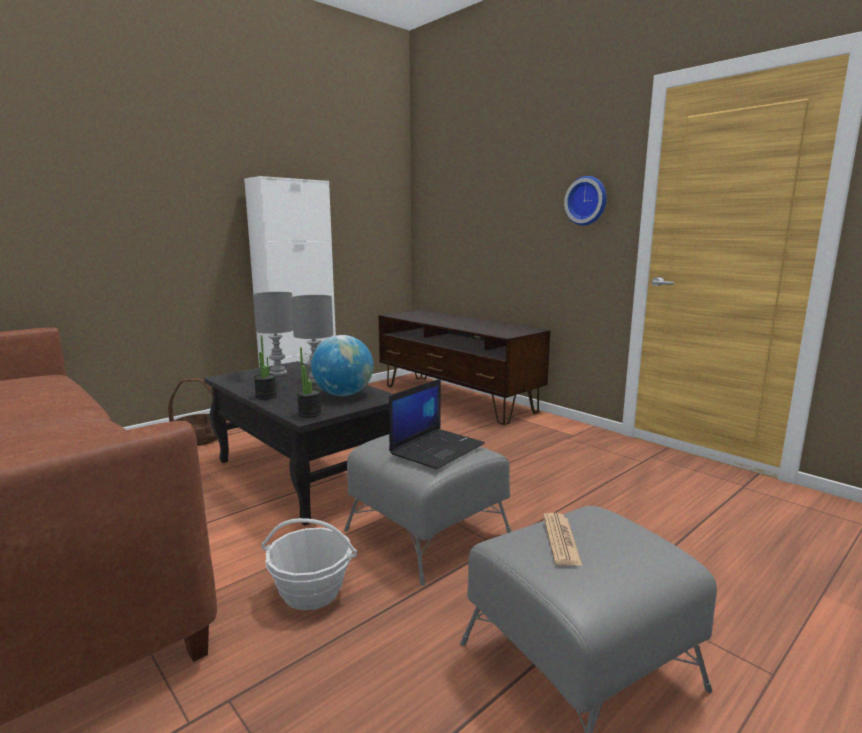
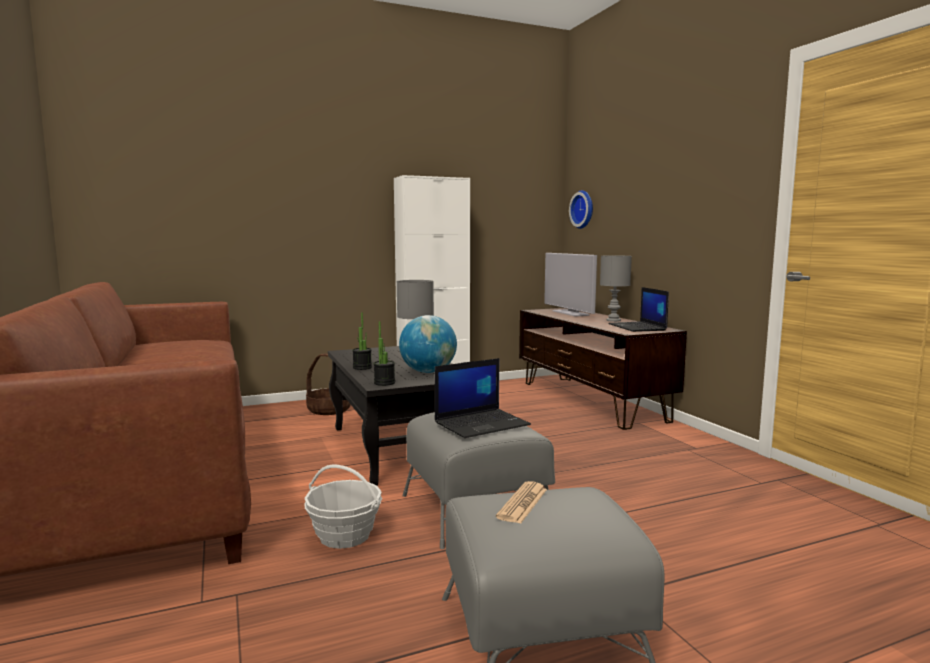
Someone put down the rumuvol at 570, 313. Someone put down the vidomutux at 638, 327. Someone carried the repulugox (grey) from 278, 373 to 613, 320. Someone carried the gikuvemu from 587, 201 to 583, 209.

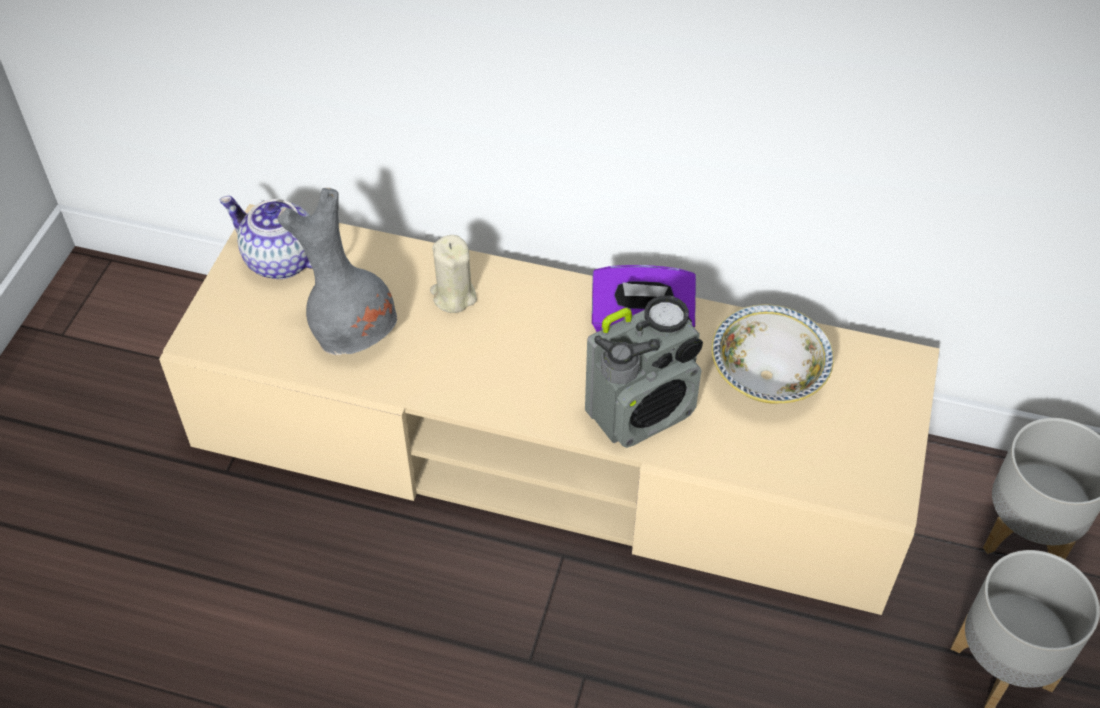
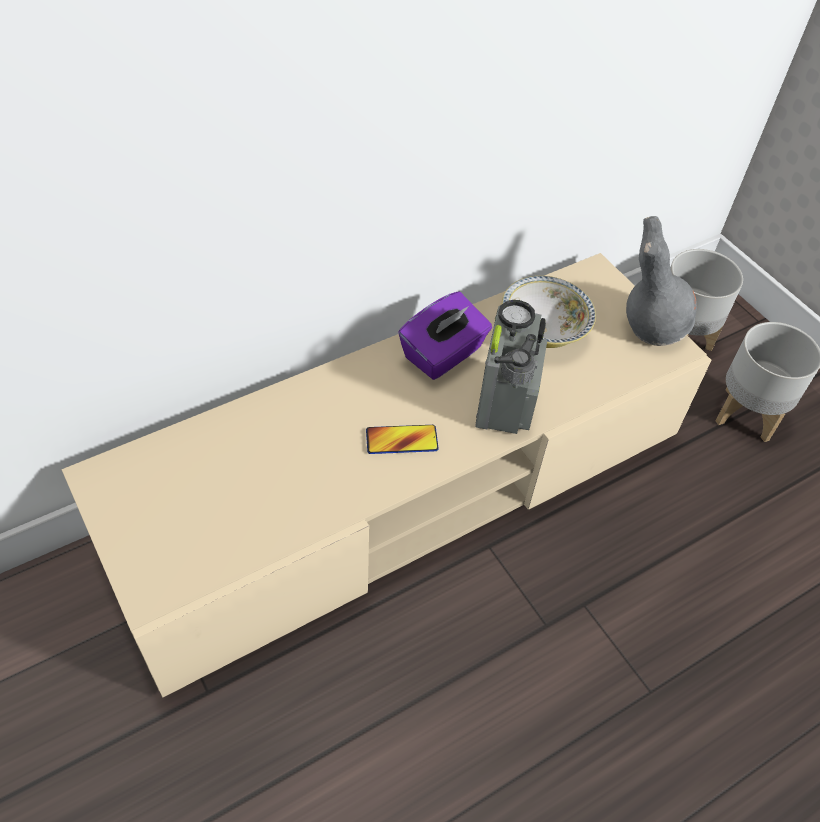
Someone took away the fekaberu at 281, 260. Someone took away the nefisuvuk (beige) at 453, 296. Someone put down the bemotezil at 401, 440. Someone carried the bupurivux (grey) from 353, 331 to 650, 327.

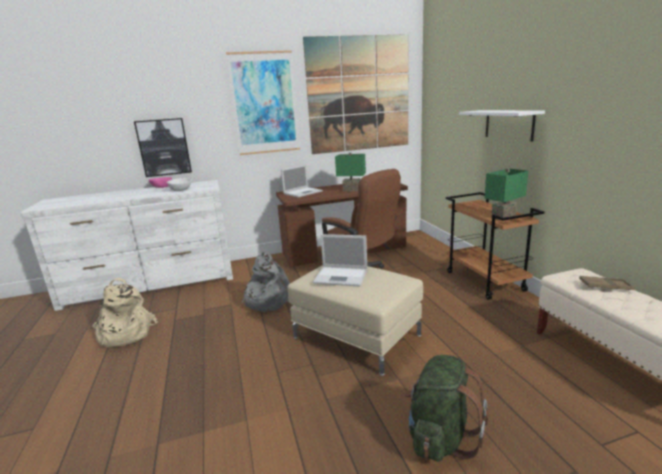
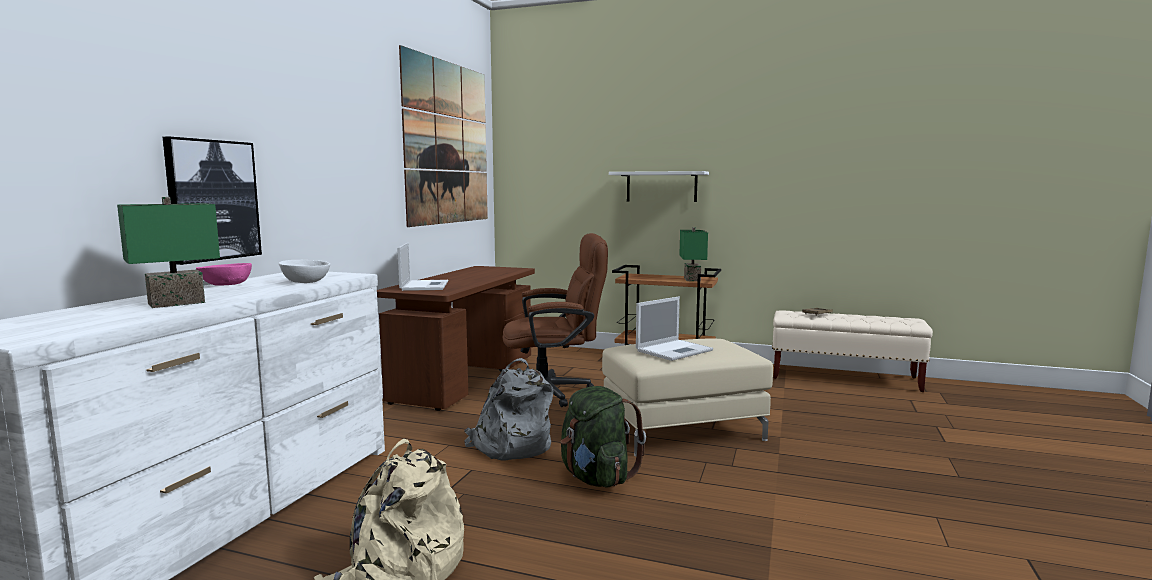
Someone took away the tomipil at 264, 103. Someone carried the repulugox (green) from 352, 190 to 177, 303. Someone carried the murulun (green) from 440, 437 to 596, 478.

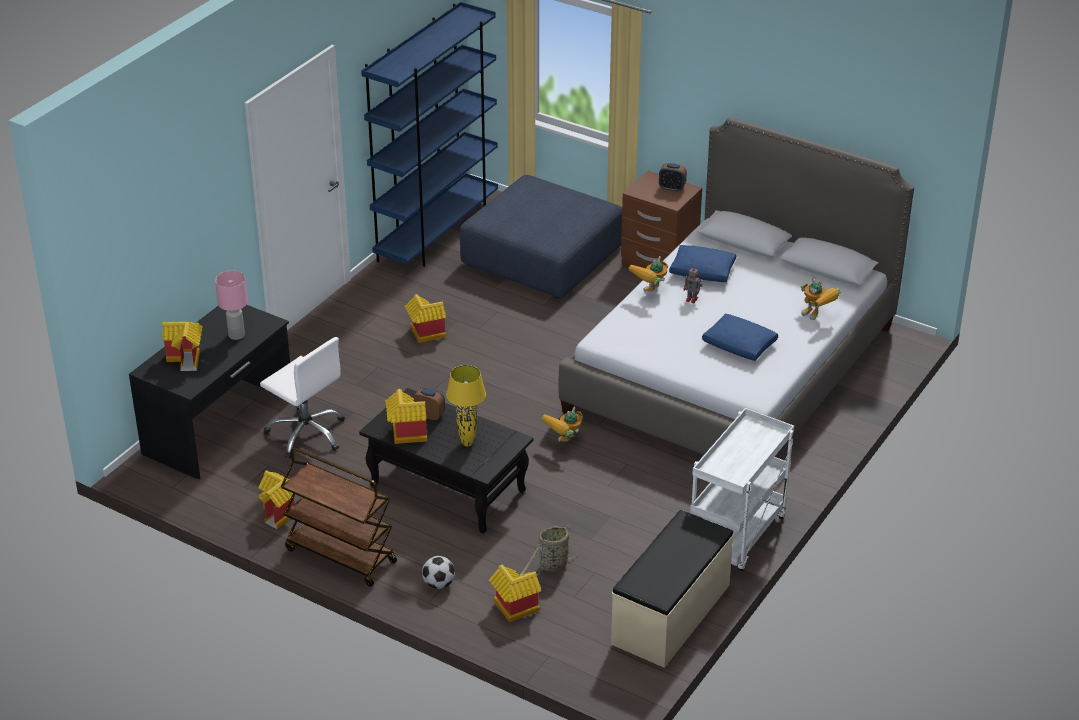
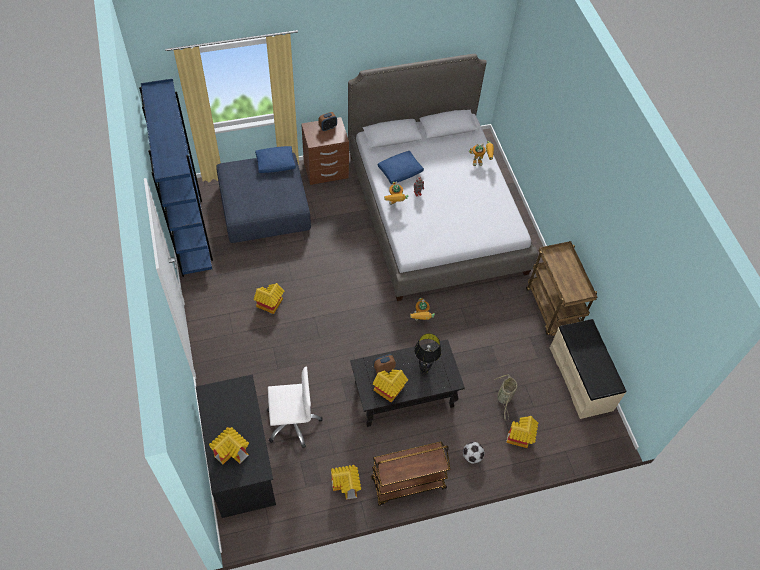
Someone took away the repulugox (pink) at 236, 335. Someone carried the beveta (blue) from 740, 345 to 276, 163. Someone repainted the repulugox (yellow) at 467, 443, which became the repulugox (black) at 424, 370. Someone repainted the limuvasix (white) at 737, 537, which became the limuvasix (brown) at 553, 310.

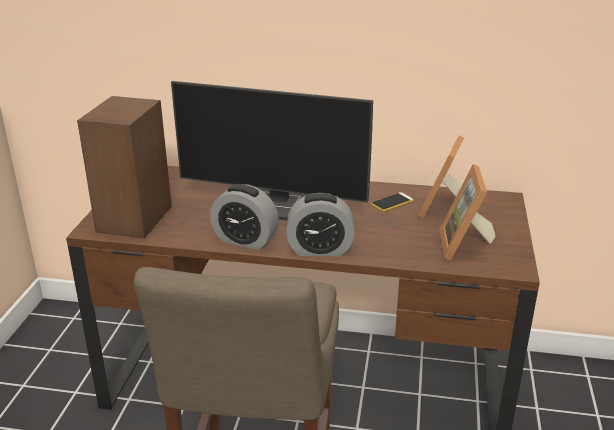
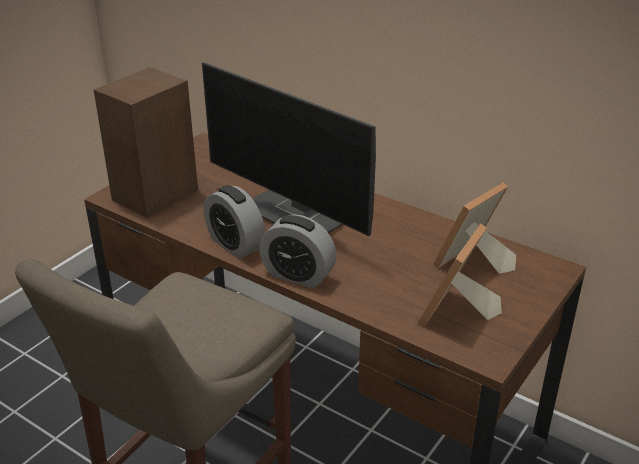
Someone took away the bemotezil at 392, 202.

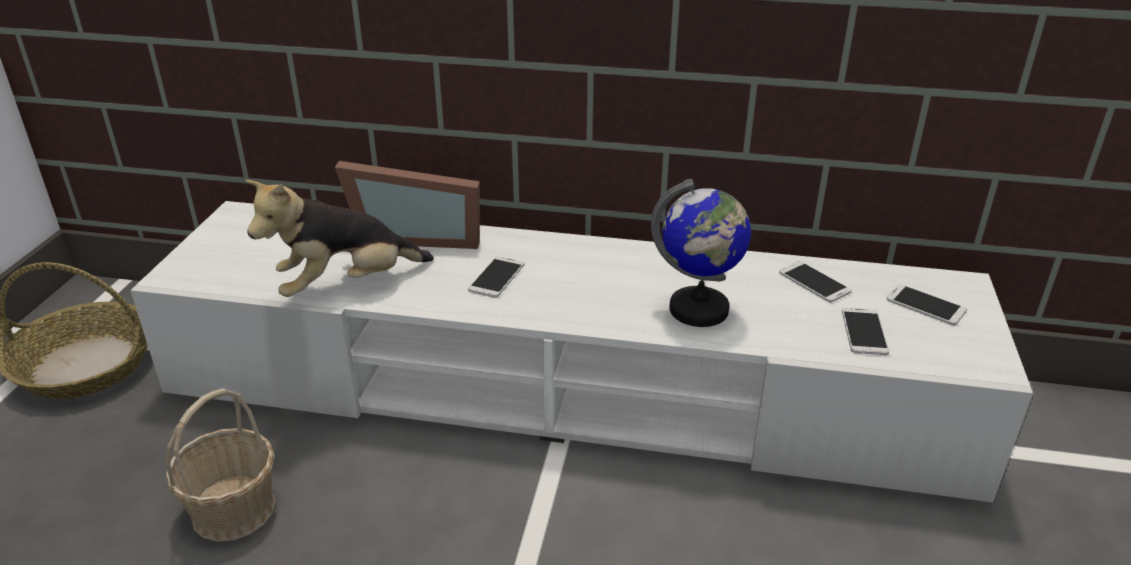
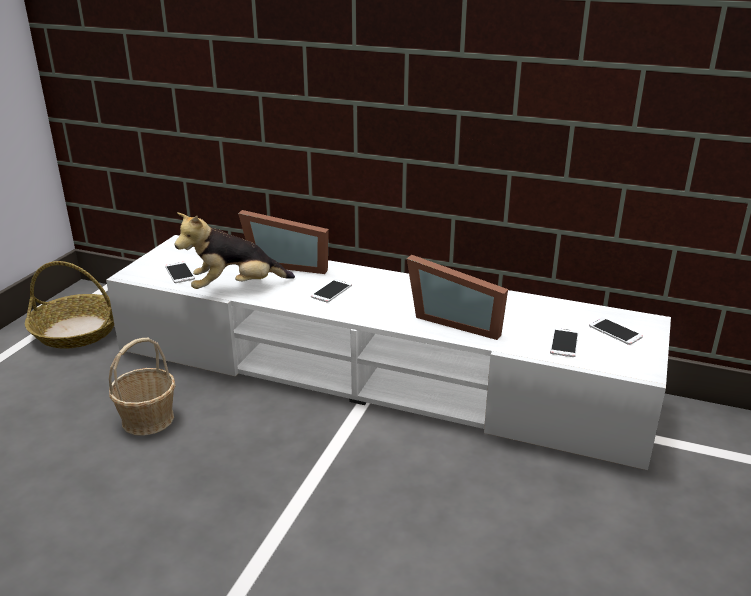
Someone carried the bemotezil from 814, 282 to 180, 273. Someone swapped the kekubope at 699, 310 for the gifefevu at 457, 320.

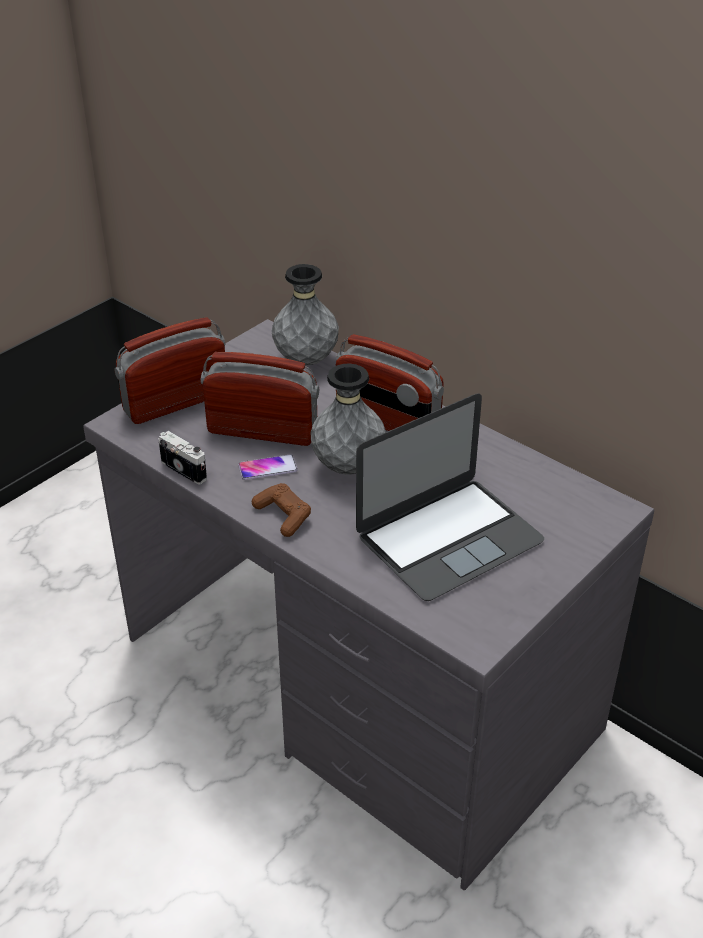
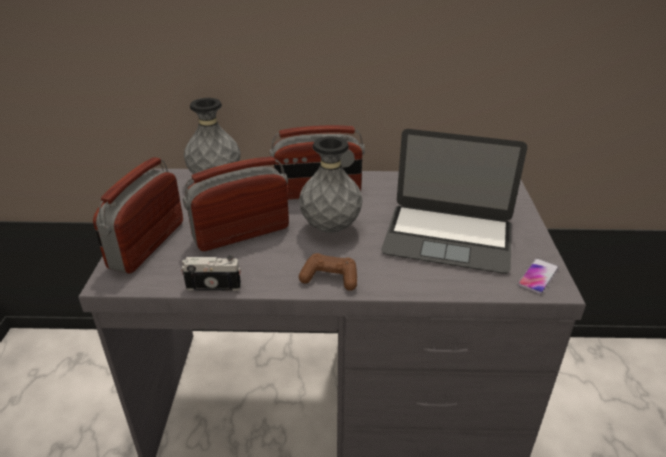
Someone carried the bemotezil from 268, 468 to 538, 276. Someone rotated the vidomutux at 449, 538 by 90 degrees clockwise.

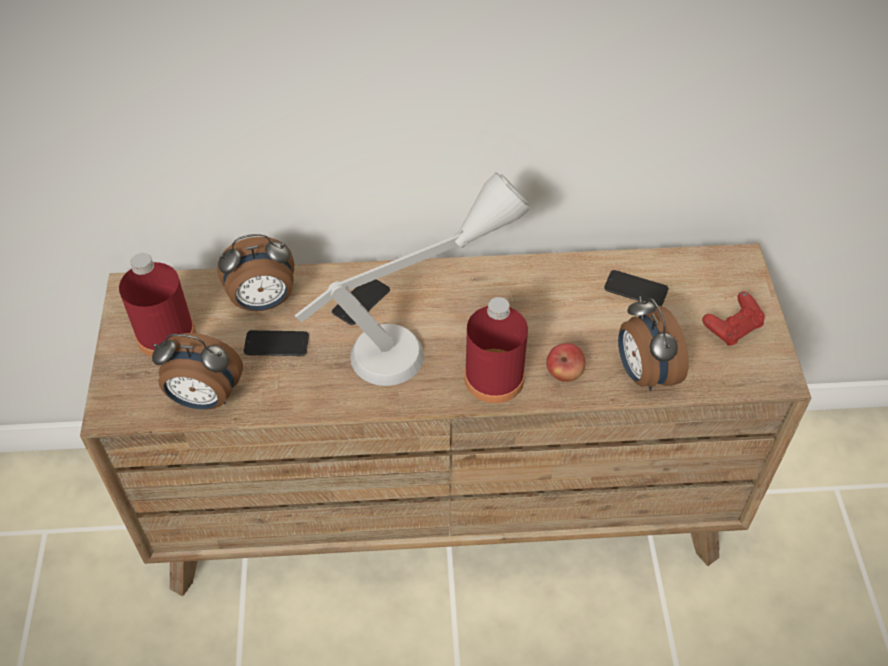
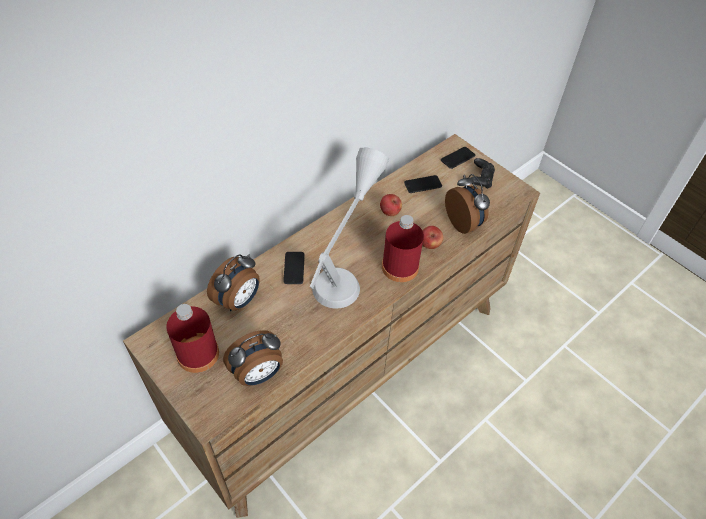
Someone put down the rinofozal at 390, 212. Someone carried the bemotezil from 276, 344 to 457, 158. Someone repainted the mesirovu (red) at 732, 328, which became the mesirovu (black) at 481, 179. Someone rotated the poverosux at 643, 373 by 150 degrees counterclockwise.

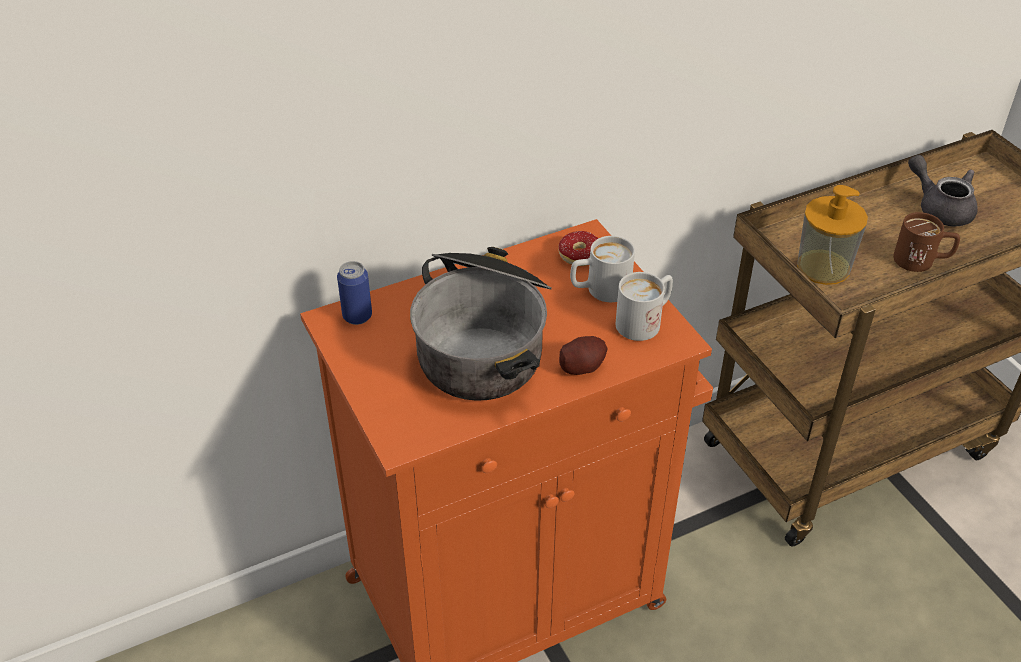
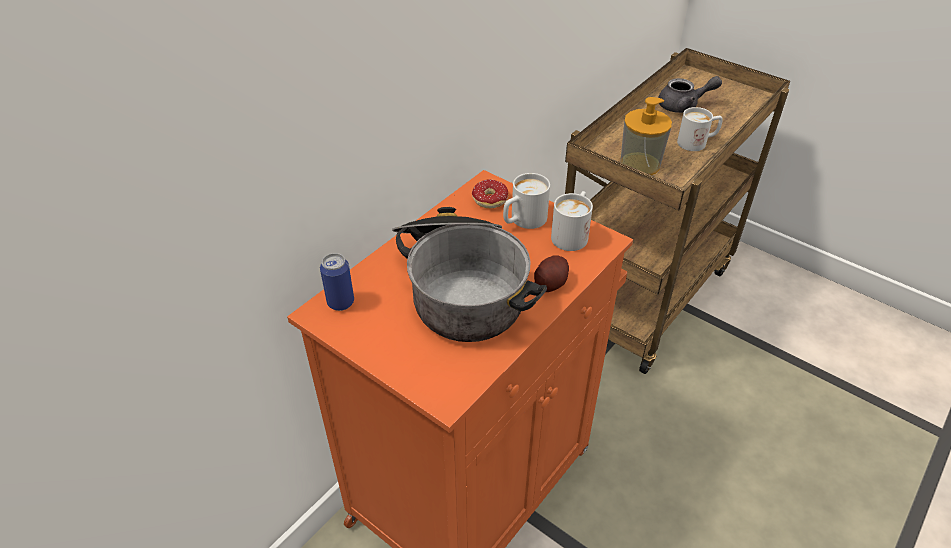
Someone repainted the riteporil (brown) at 922, 261, which became the riteporil (white) at 697, 142. Someone rotated the fekaberu (grey) at 940, 208 by 150 degrees clockwise.

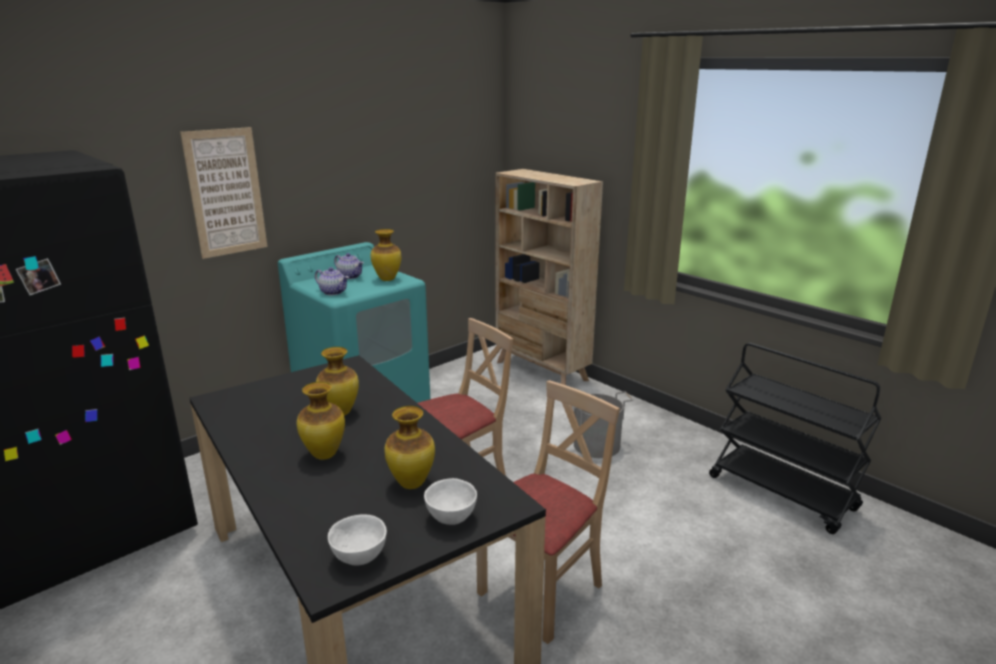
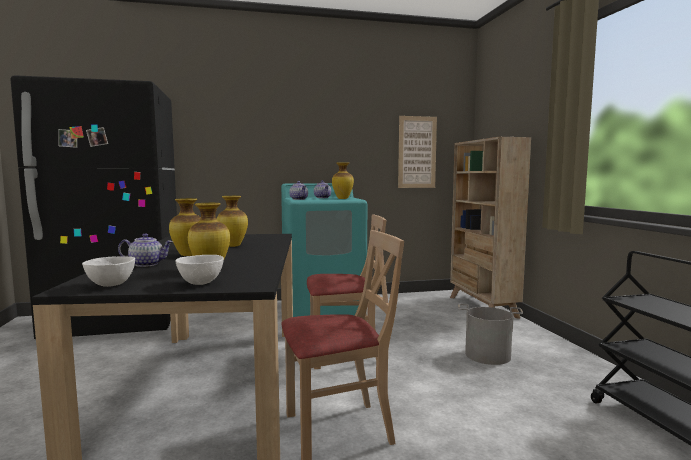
Someone put down the fekaberu at 147, 264. Someone carried the tomipil from 226, 192 to 417, 152.

